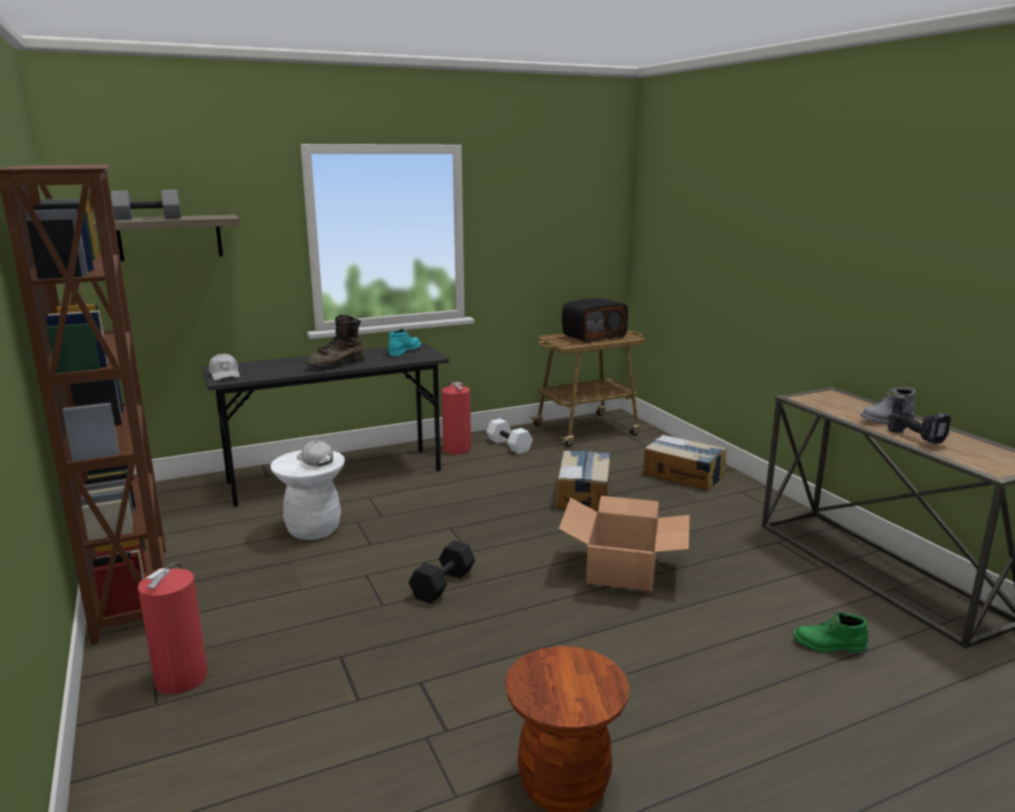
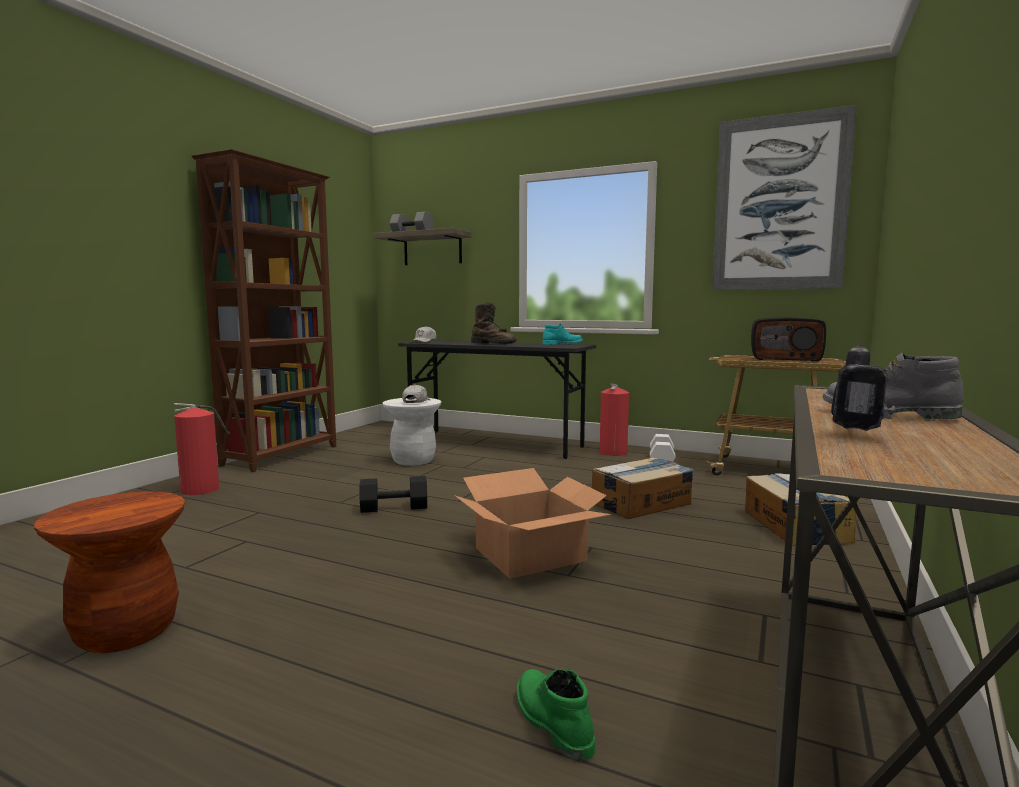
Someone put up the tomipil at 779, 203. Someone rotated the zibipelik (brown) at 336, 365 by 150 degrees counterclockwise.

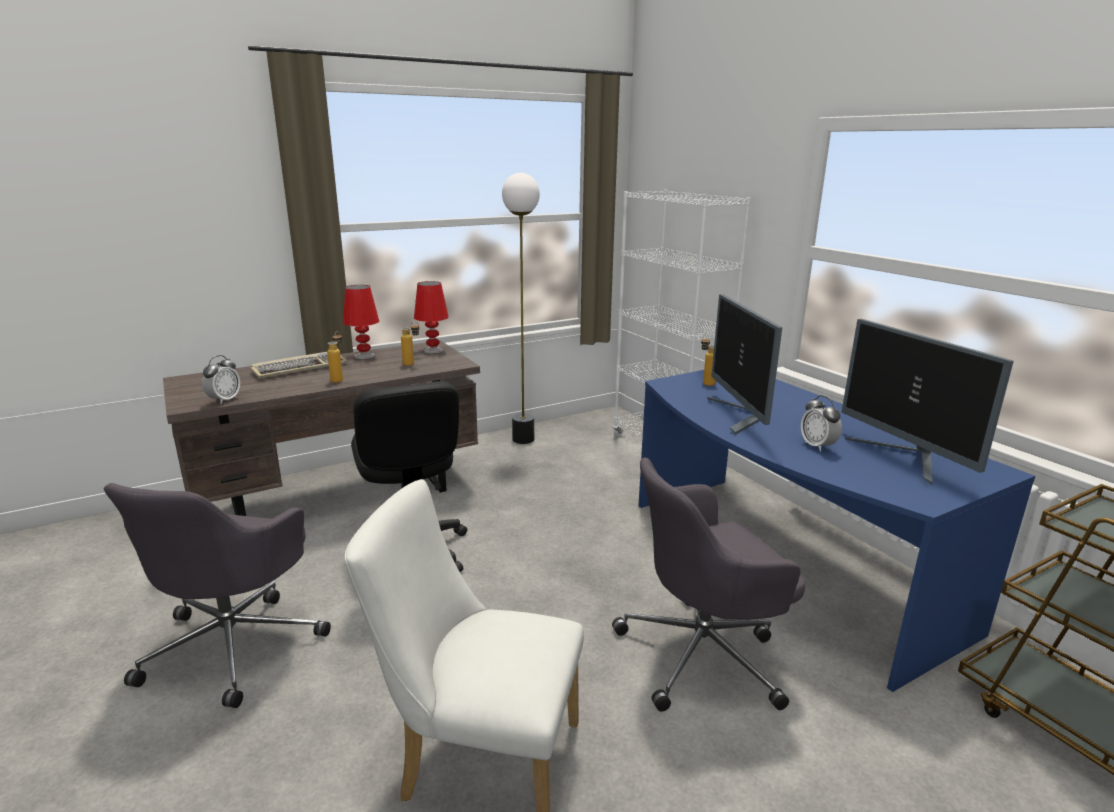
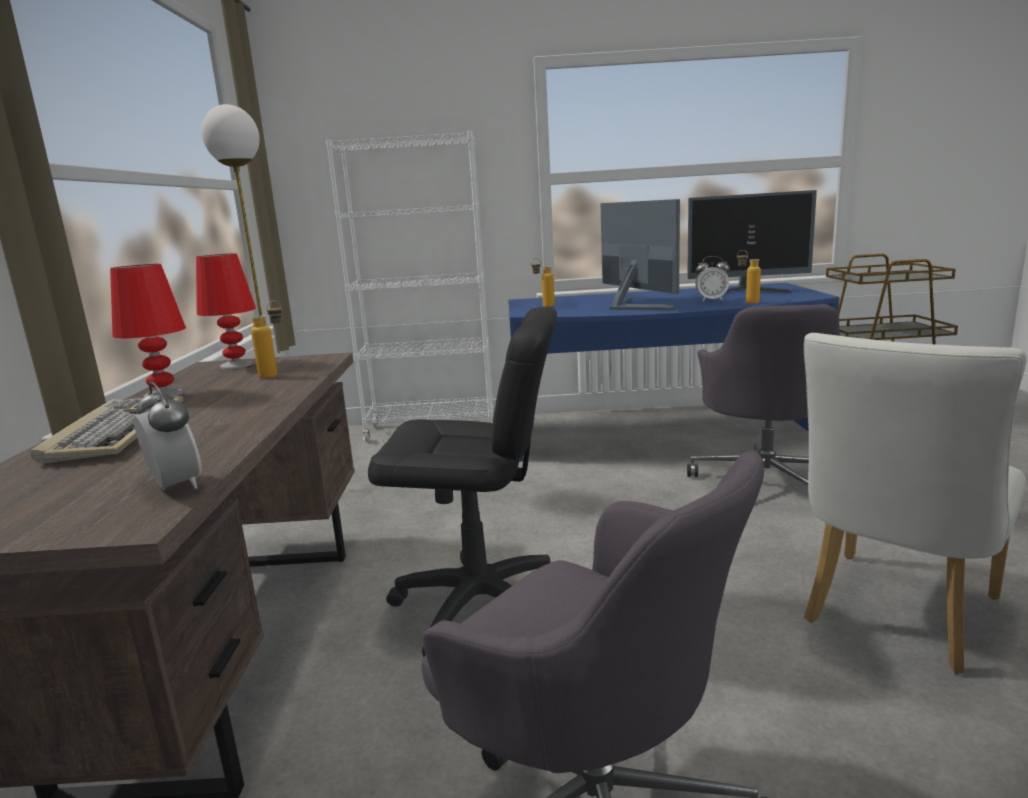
Someone carried the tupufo from 339, 379 to 747, 302. Someone rotated the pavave at 740, 416 by 135 degrees counterclockwise.

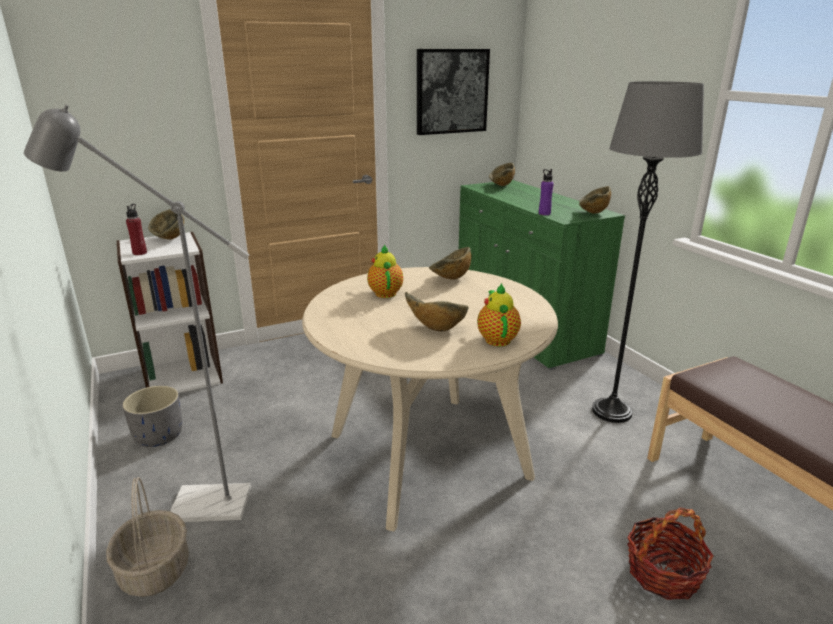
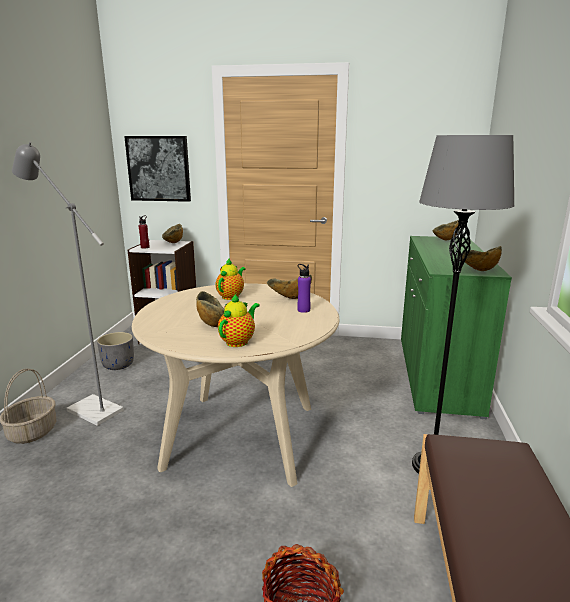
Someone carried the tomipil from 451, 91 to 159, 168. Someone carried the tupufo (purple) from 544, 213 to 303, 310.

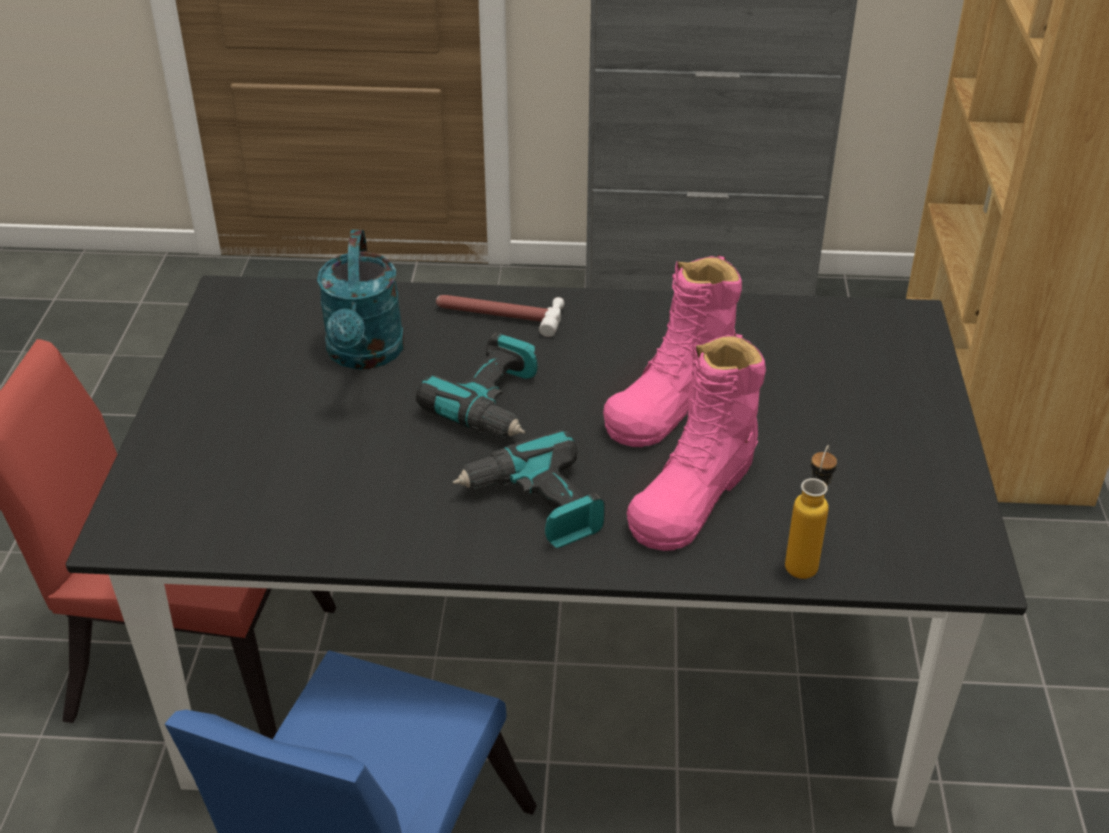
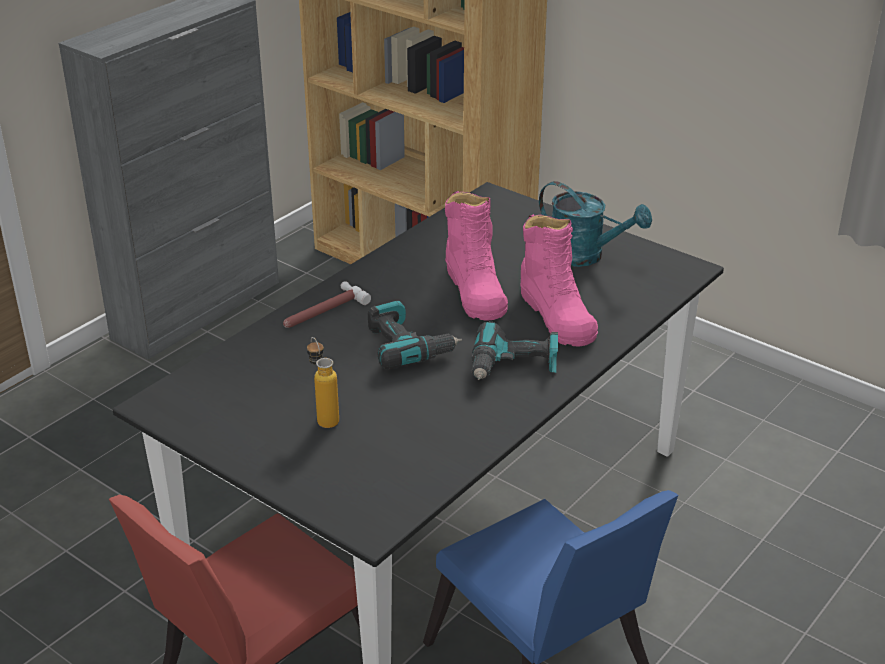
Someone carried the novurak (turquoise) from 364, 355 to 585, 256. Someone carried the tupufo from 805, 559 to 324, 417.

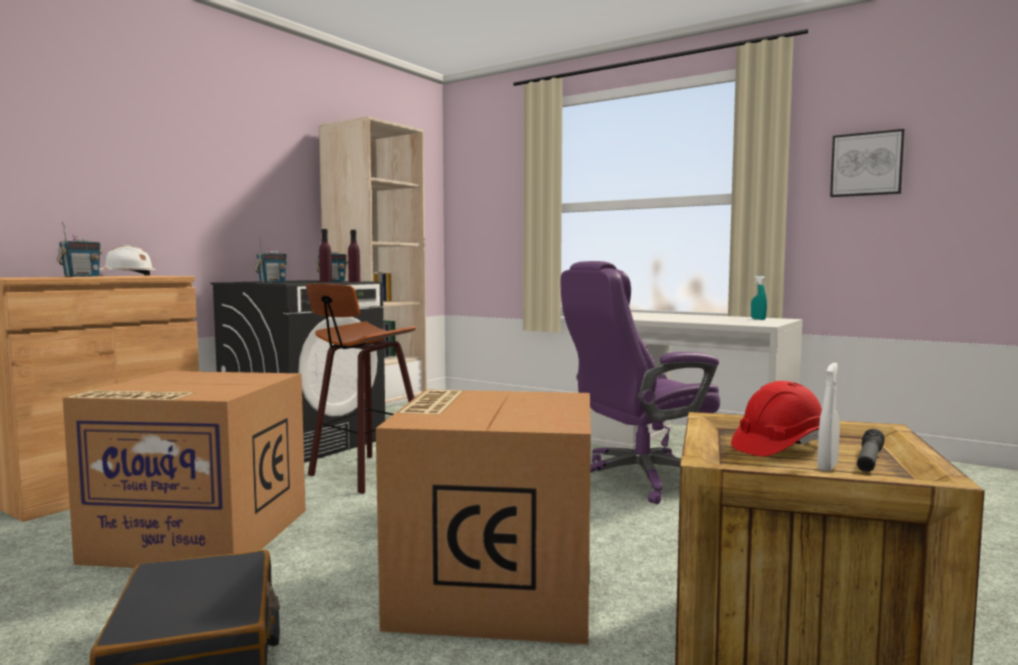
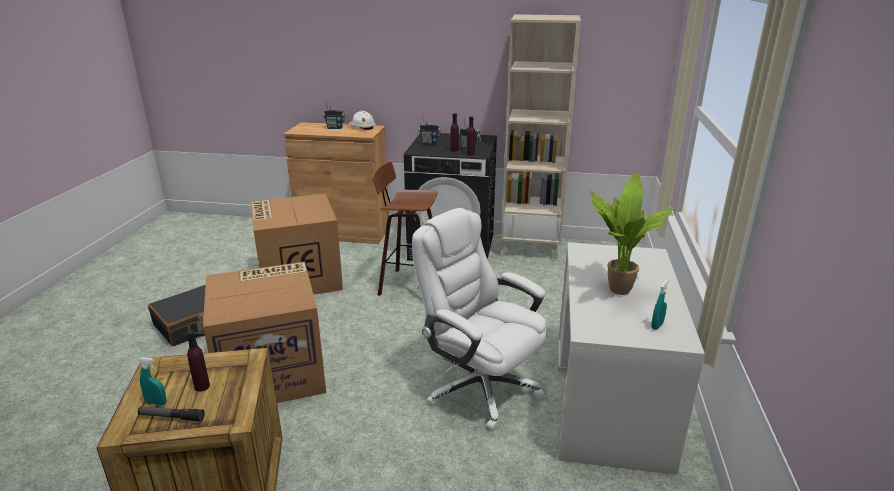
Someone took away the tomipil at 866, 164. Someone put down the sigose at 616, 289. Someone swapped the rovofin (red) at 778, 447 for the tupufo (purple) at 202, 386. Someone repainted the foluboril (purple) at 637, 479, which became the foluboril (white) at 479, 387. Someone repainted the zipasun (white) at 827, 467, which became the zipasun (turquoise) at 156, 403.

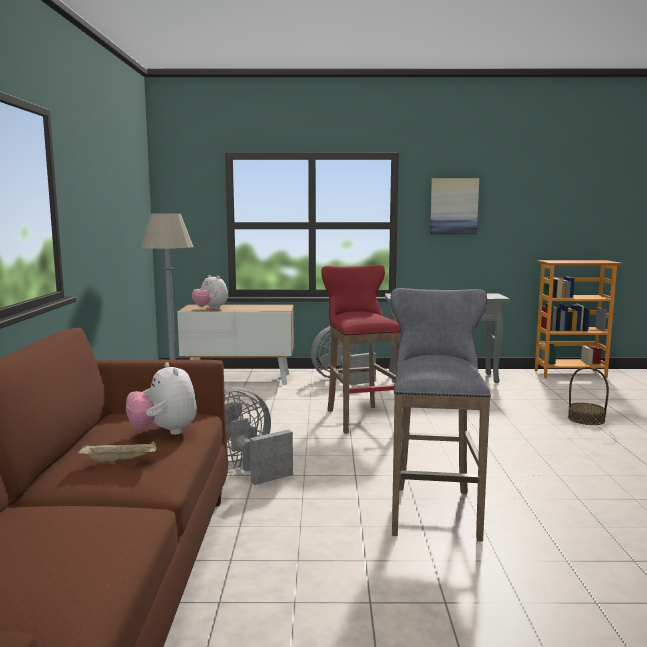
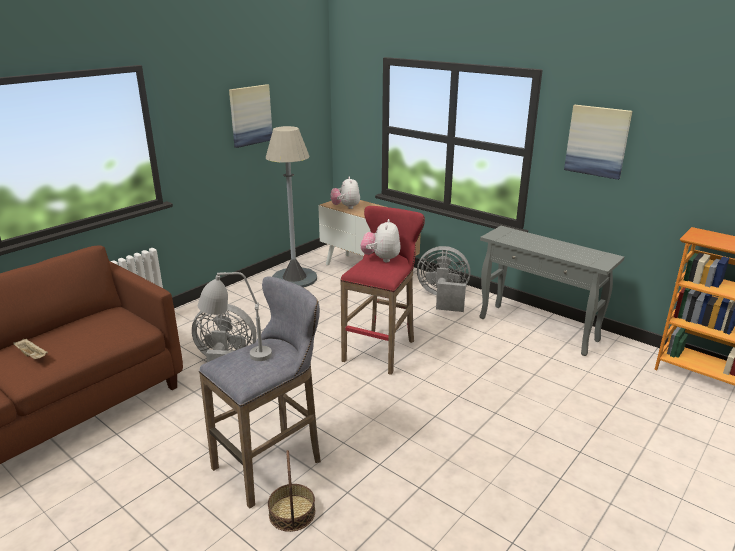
Someone put down the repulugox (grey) at 236, 355. Someone put up the tomipil at 250, 115. Someone carried the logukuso from 164, 432 to 381, 259. Someone carried the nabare from 586, 419 to 292, 513.

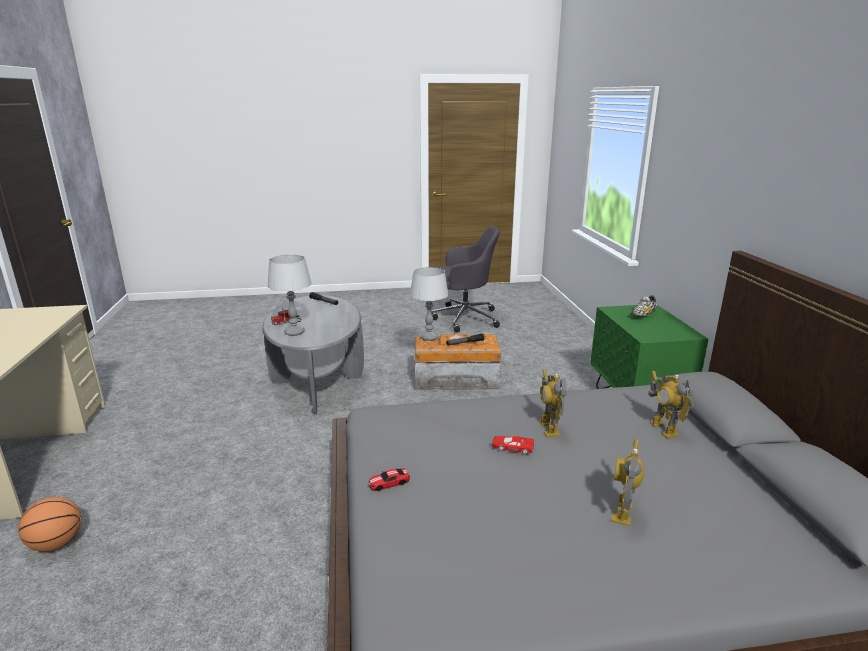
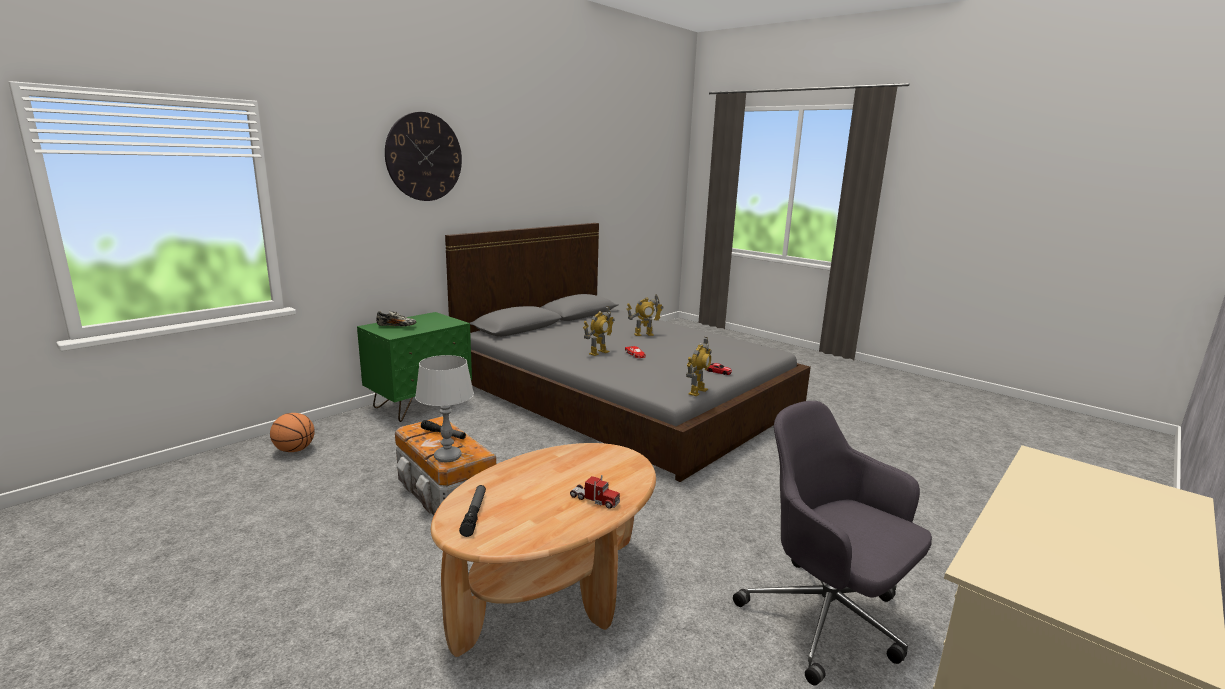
Someone took away the repulugox (grey) at 294, 332. Someone put up the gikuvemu at 424, 157. Someone carried the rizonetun from 57, 544 to 294, 450. Someone carried the foluboril (grey) from 464, 318 to 827, 620. Someone carried the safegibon from 663, 429 to 697, 391. Someone repainted the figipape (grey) at 317, 380, which became the figipape (brown) at 552, 592.

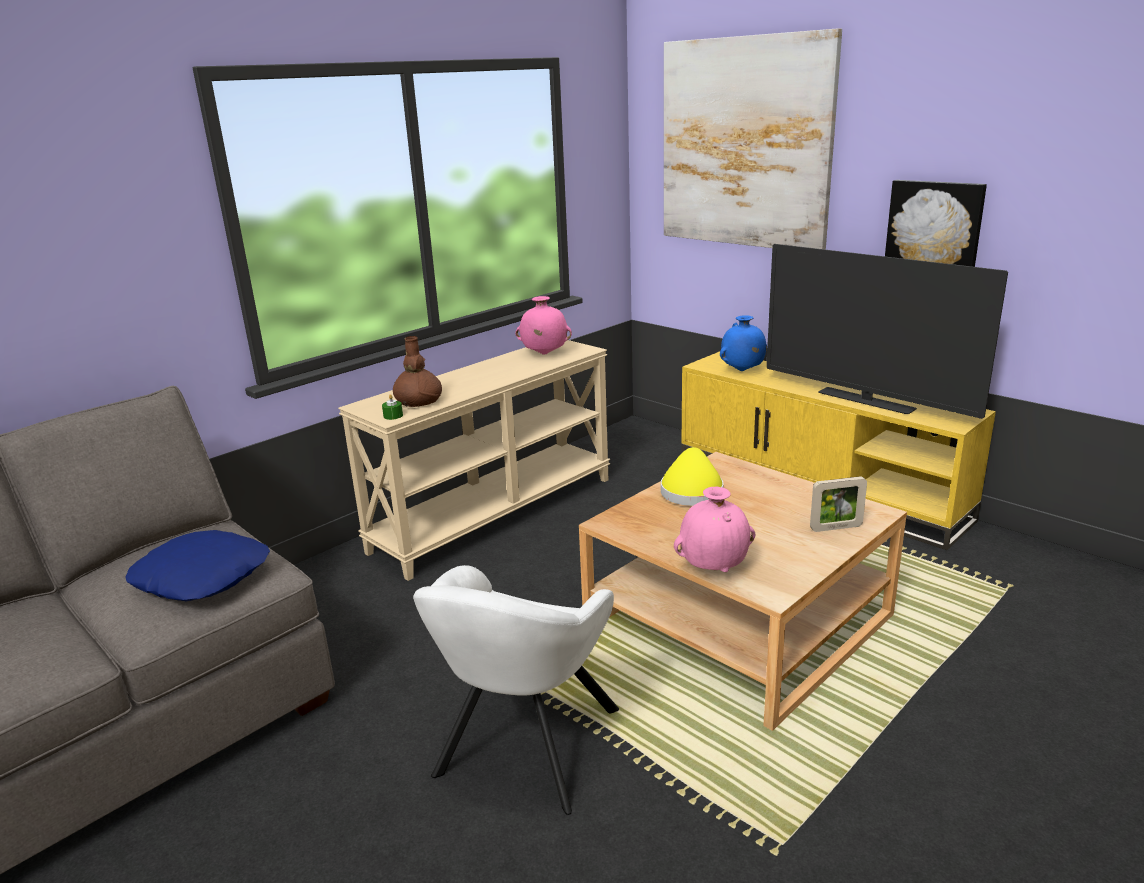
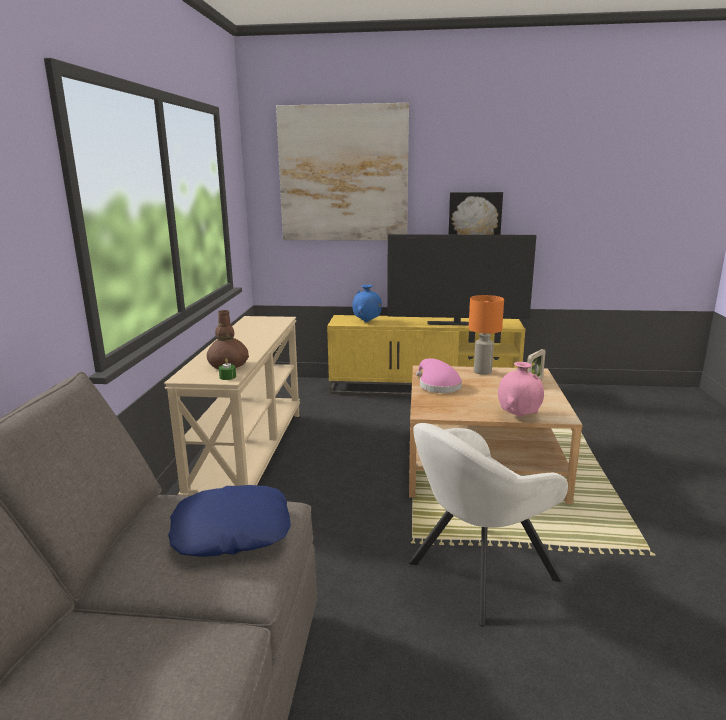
Someone took away the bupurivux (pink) at 544, 354. Someone put down the repulugox (orange) at 483, 372. Someone repainted the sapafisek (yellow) at 691, 490, which became the sapafisek (pink) at 437, 386. Someone rotated the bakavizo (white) at 524, 749 by 75 degrees clockwise.

